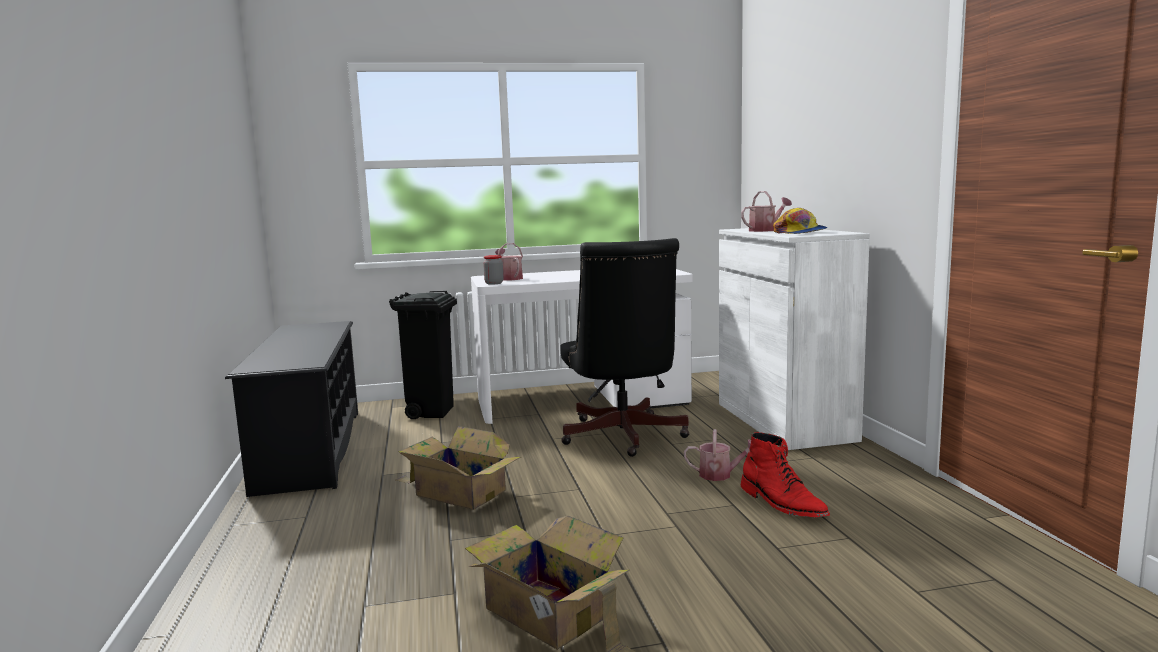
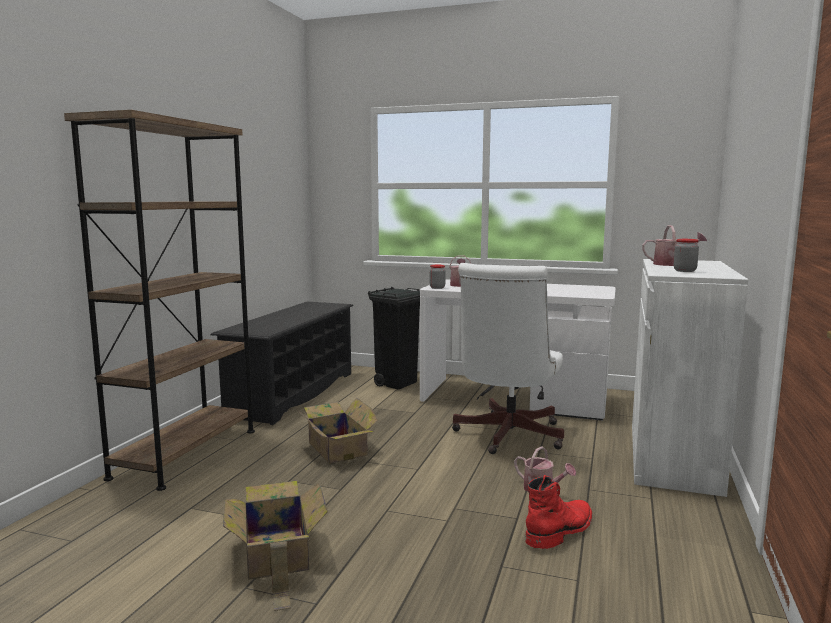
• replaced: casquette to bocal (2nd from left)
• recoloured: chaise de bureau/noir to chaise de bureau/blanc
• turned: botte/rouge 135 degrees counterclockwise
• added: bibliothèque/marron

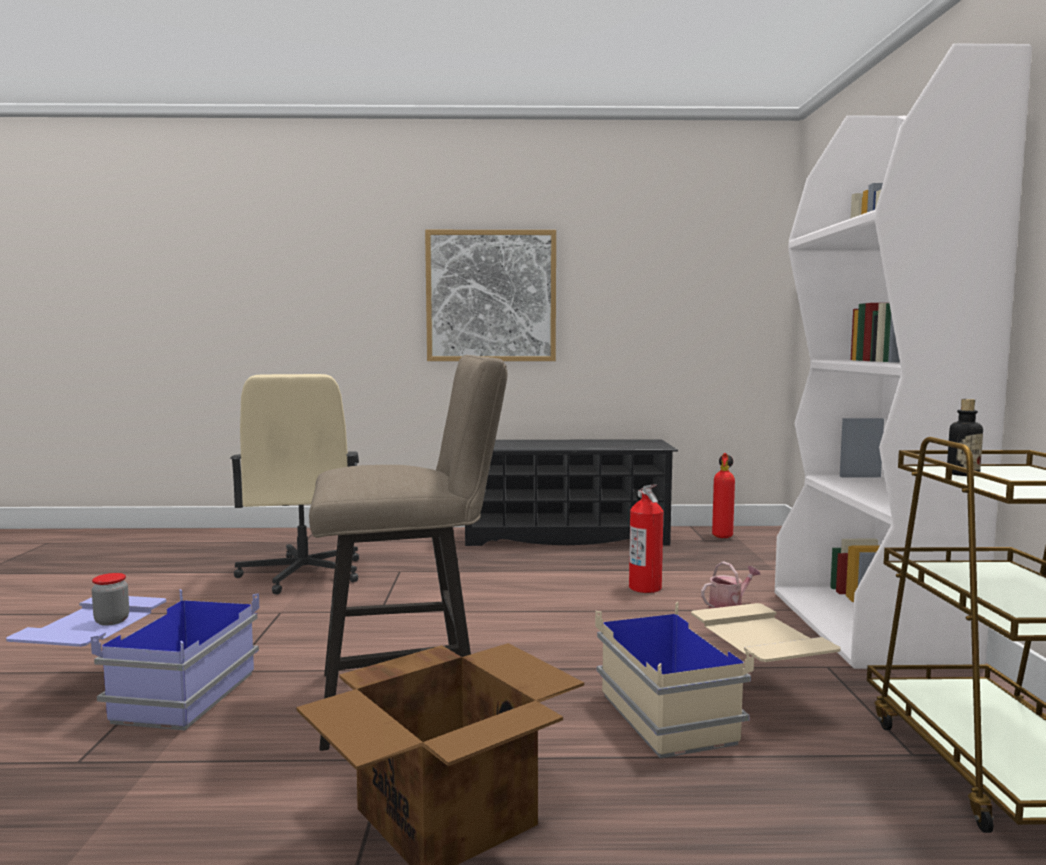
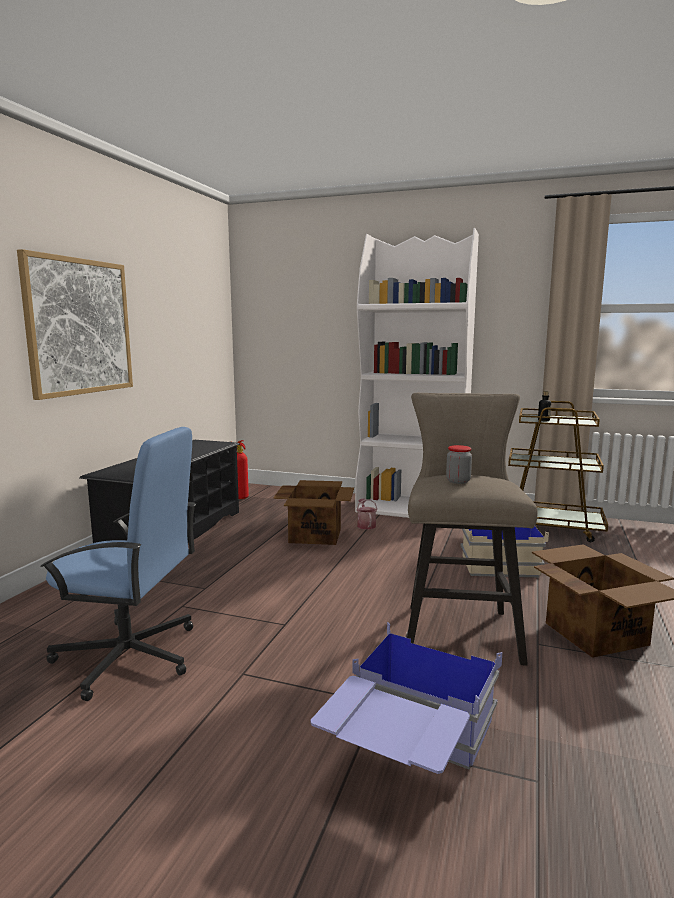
• recoloured: chaise de bureau/beige to chaise de bureau/bleu
• replaced: extincteur (1st from left) to carton (1st from left)
• moved: bocal

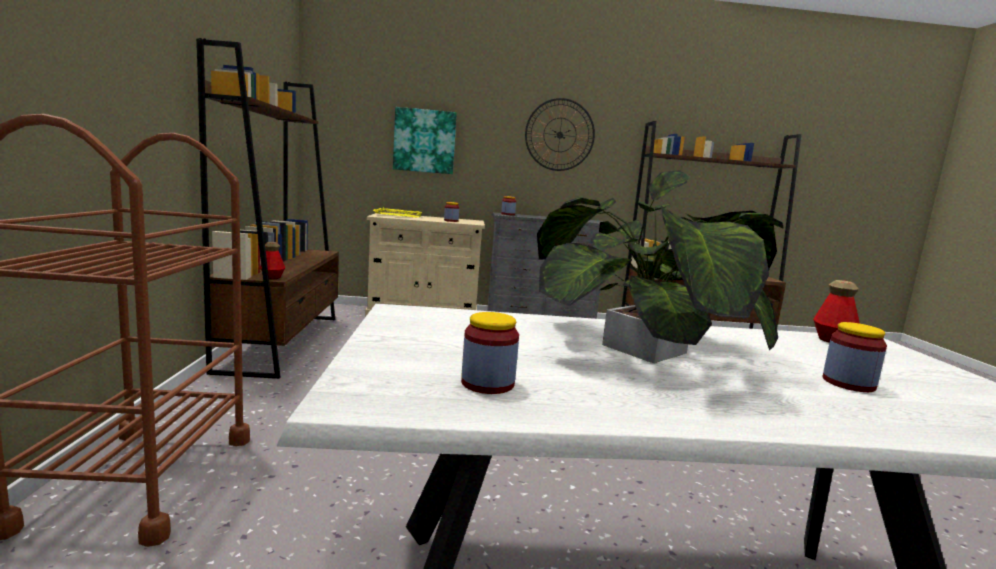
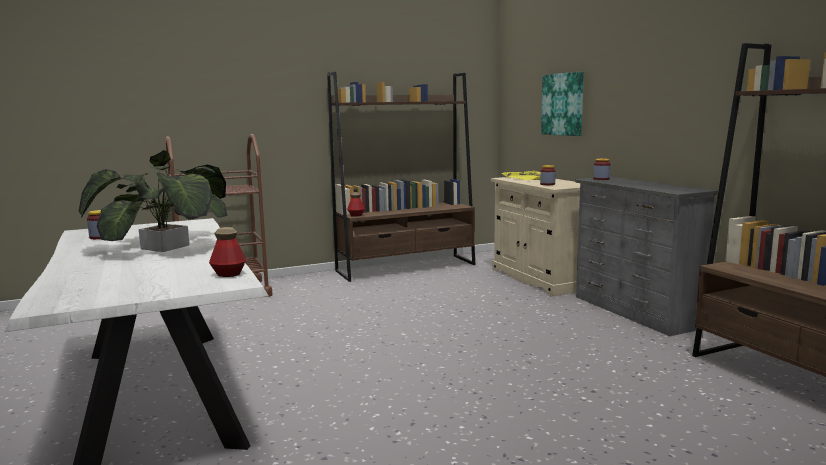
• removed: horloge murale
• removed: bocal (4th from left)

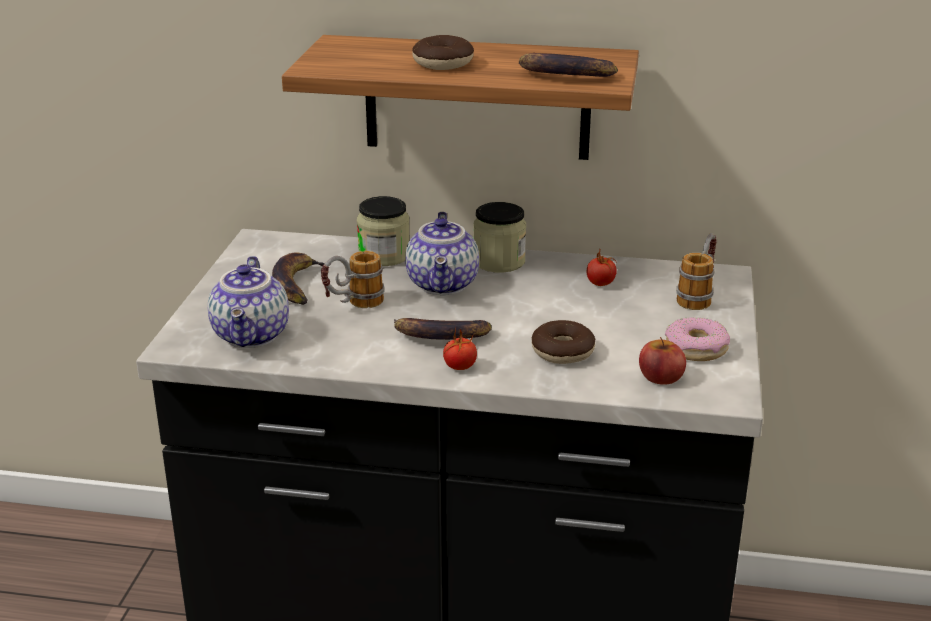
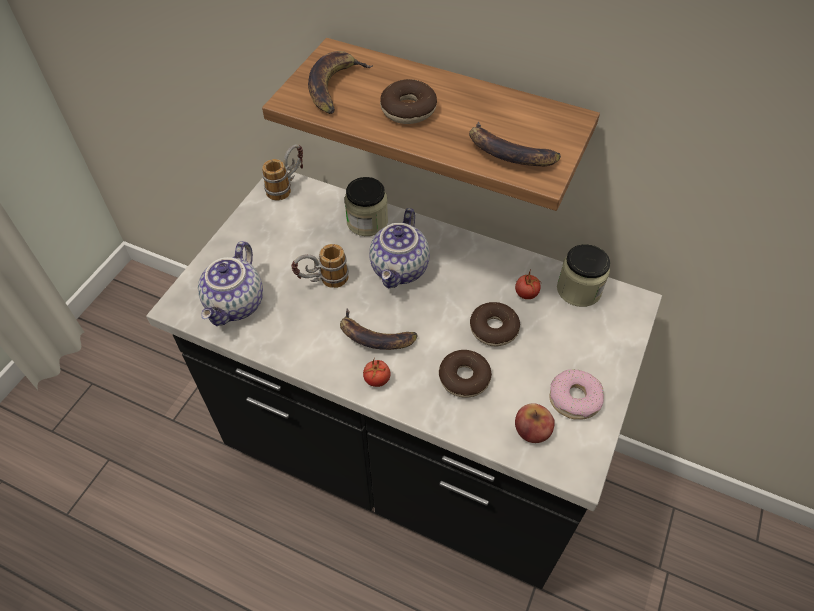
• moved: bocal (2nd from left)
• moved: mug (2nd from left in the first image) to mug (1st from left)
• moved: banane (1st from left)
• added: beignet (3rd from left)

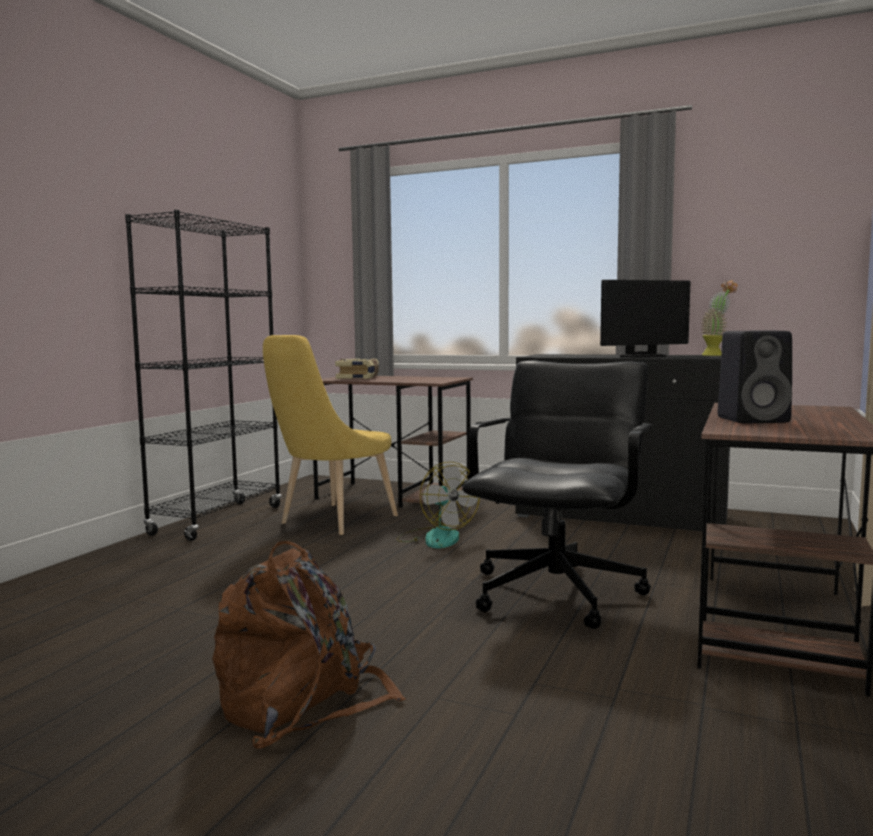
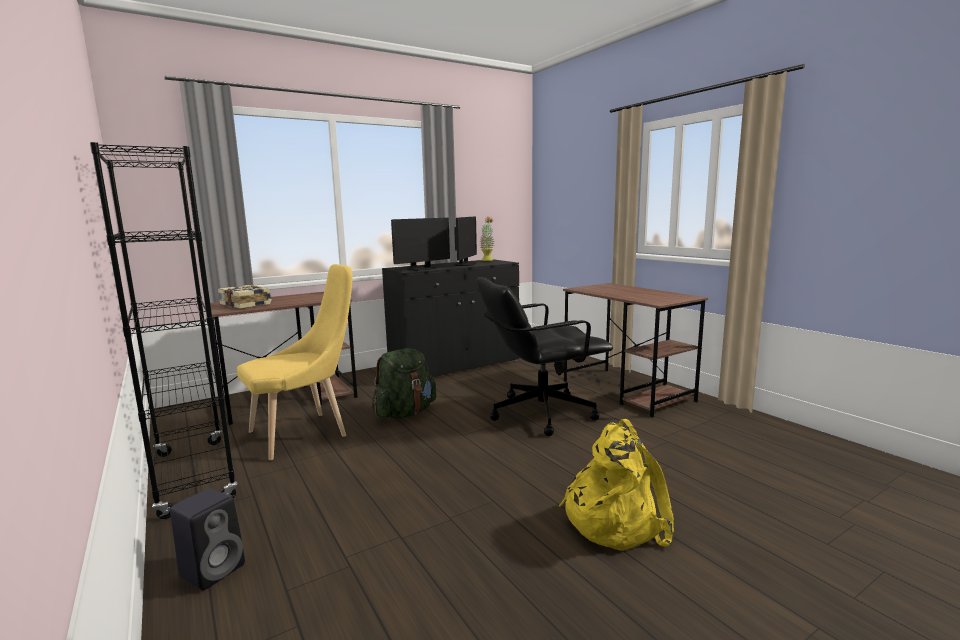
• moved: enceinte/noir
• turned: chaise/jaune 105 degrees counterclockwise
• turned: chaise de bureau/noir 75 degrees counterclockwise
• replaced: ventilateur to sac à dos/vert
• recoloured: sac à dos/marron to sac à dos/jaune
• added: écran d'ordinateur (1st from left)

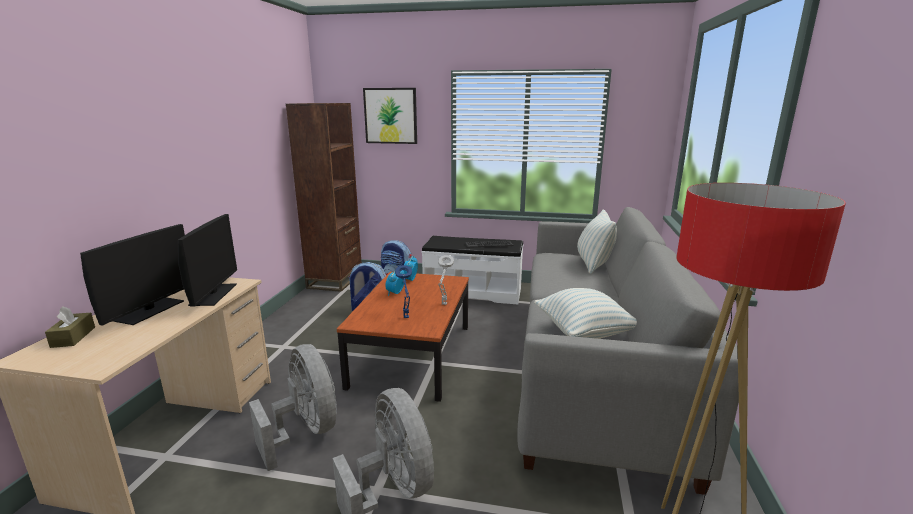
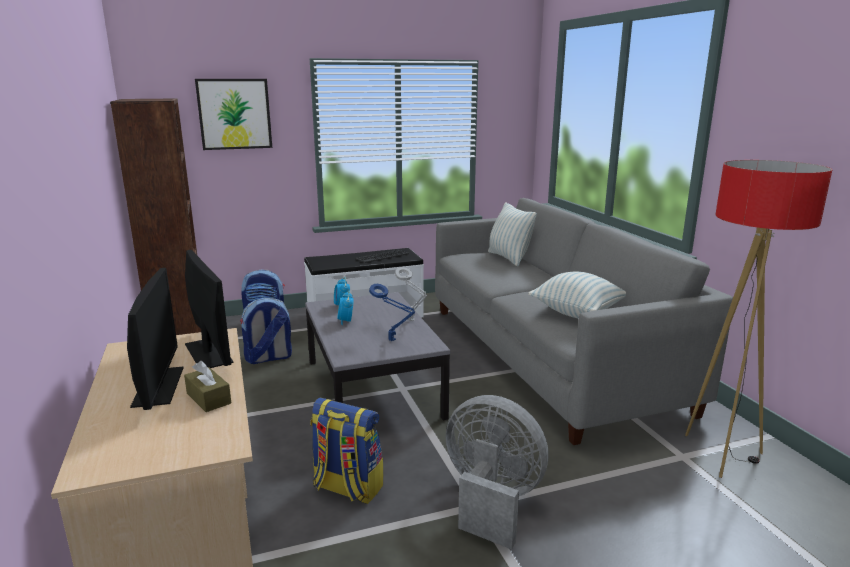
• recoloured: table basse/marron to table basse/gris
• moved: boîte à mouchoirs/marron
• replaced: ventilateur/gris (1st from left) to sac à dos (3rd from left)

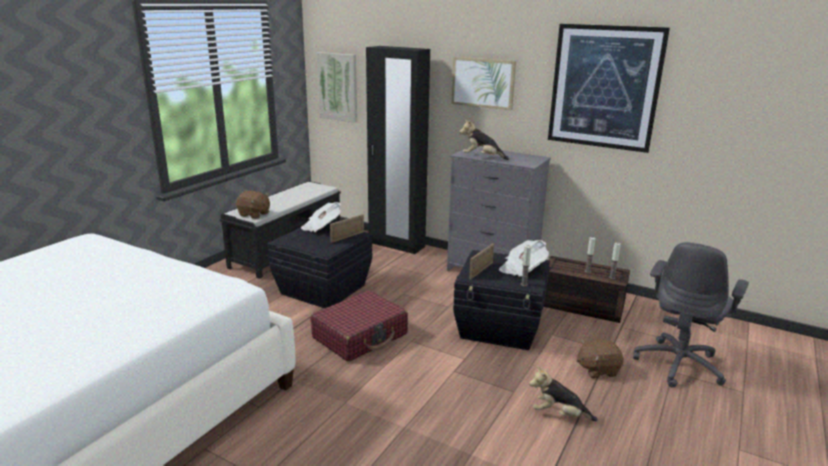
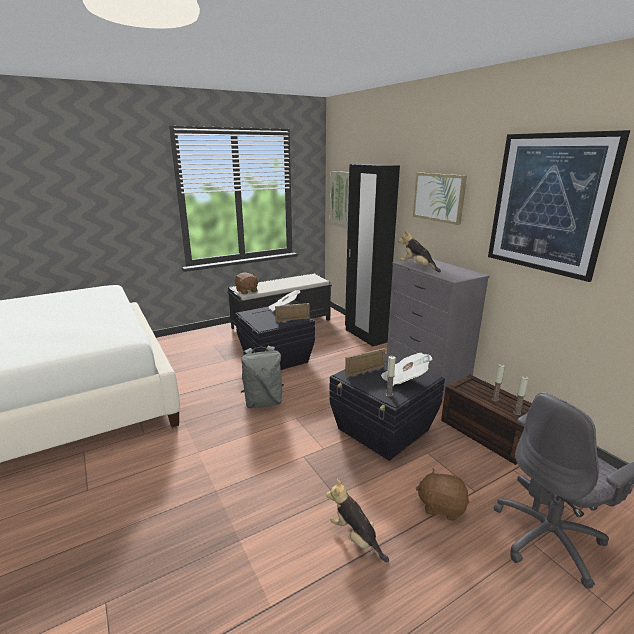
• replaced: valise/rouge to sac à dos/gris

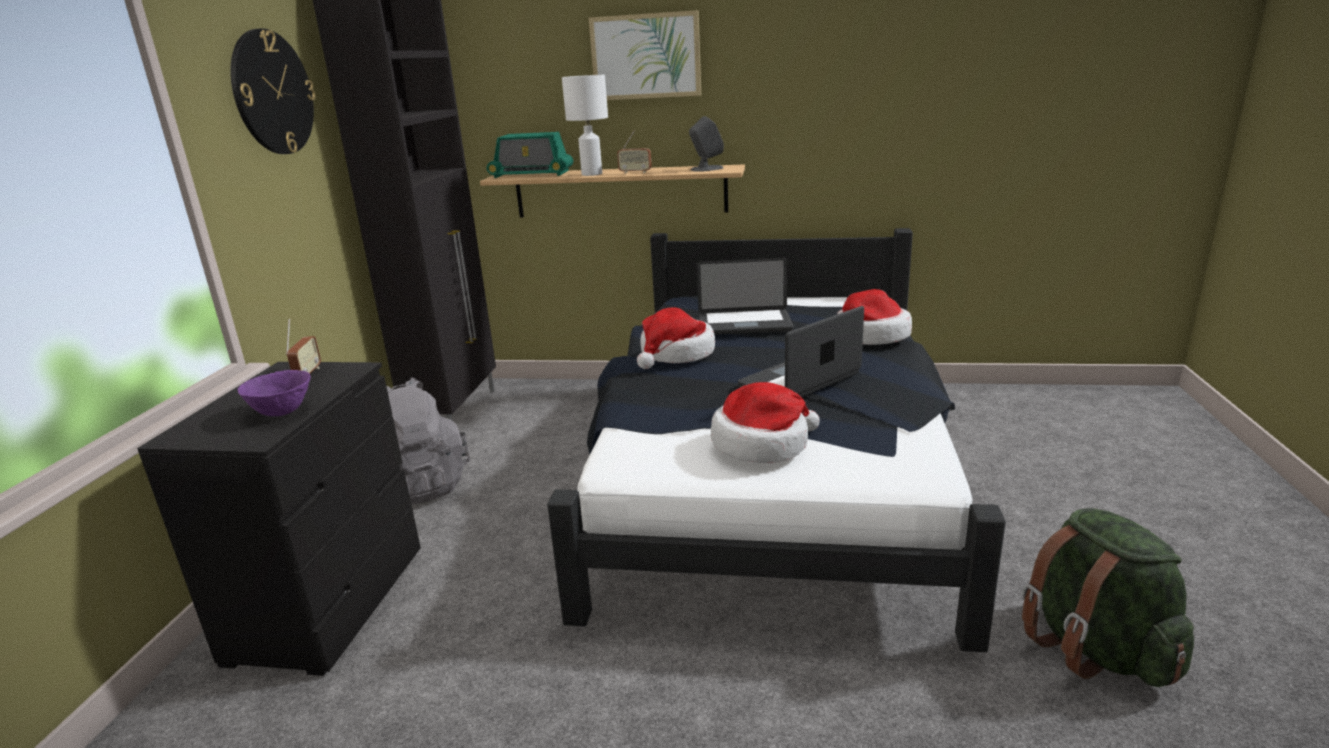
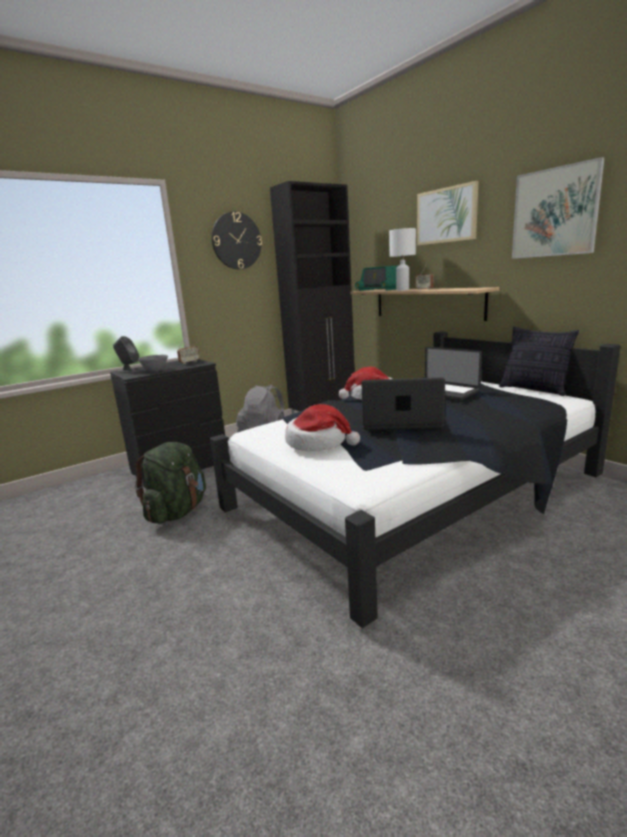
• moved: enceinte/gris
• removed: chapeau (3rd from left)
• recoloured: bol/violet to bol/gris
• moved: sac à dos/vert
• added: tableau (2nd from left)
• added: coussin

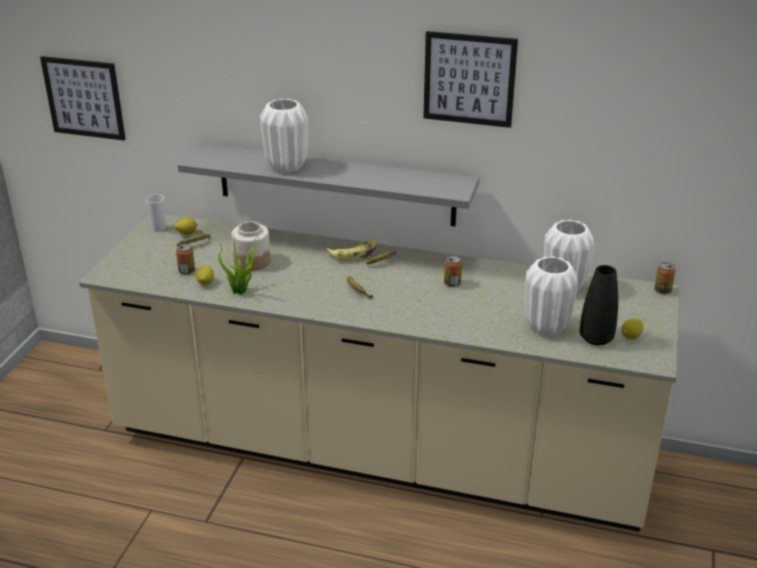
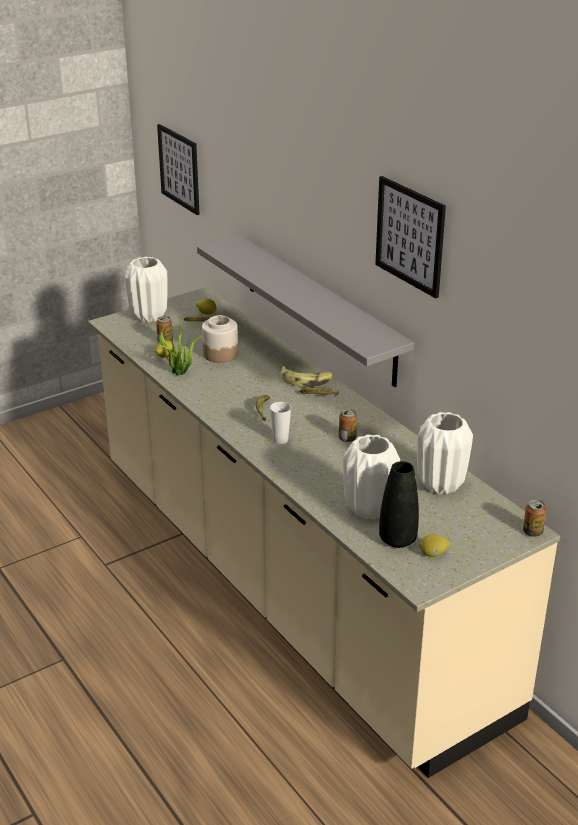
• moved: vase/blanc (1st from left)
• moved: tasse

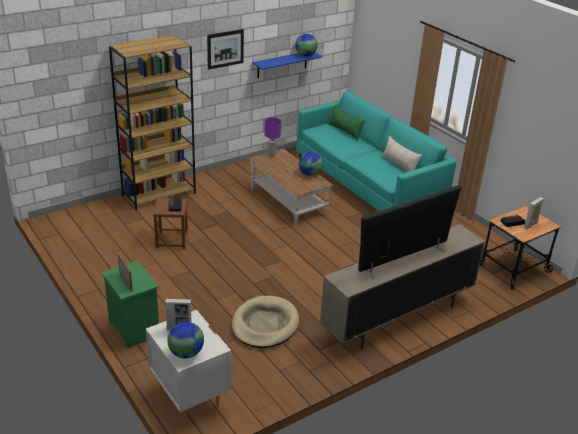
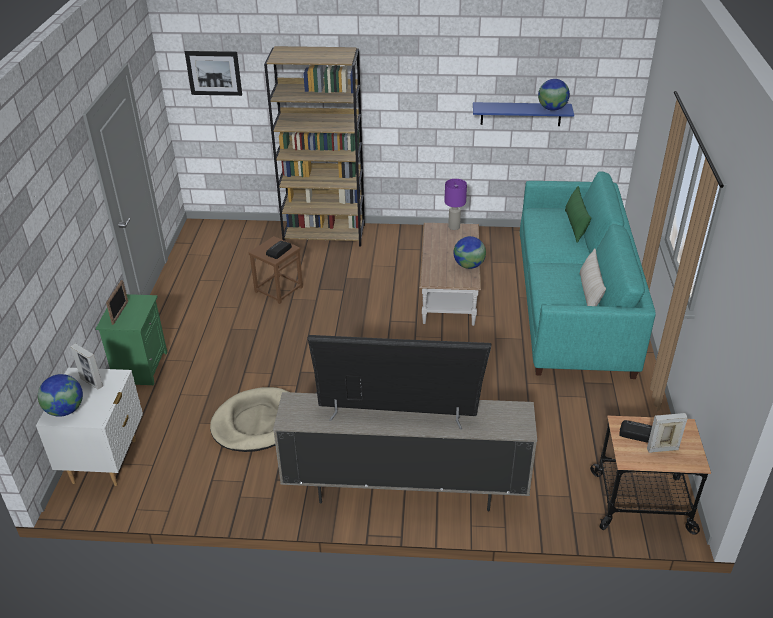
• moved: tableau

